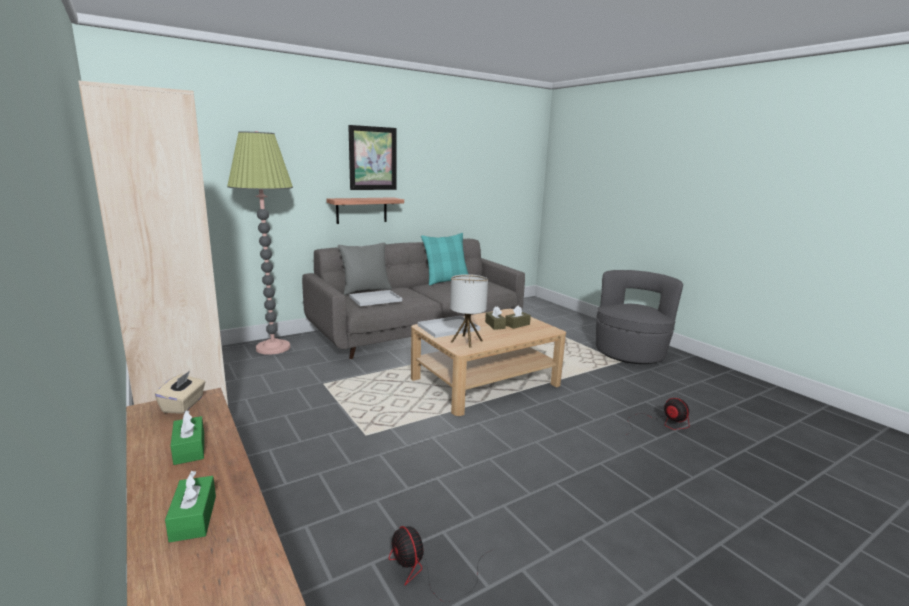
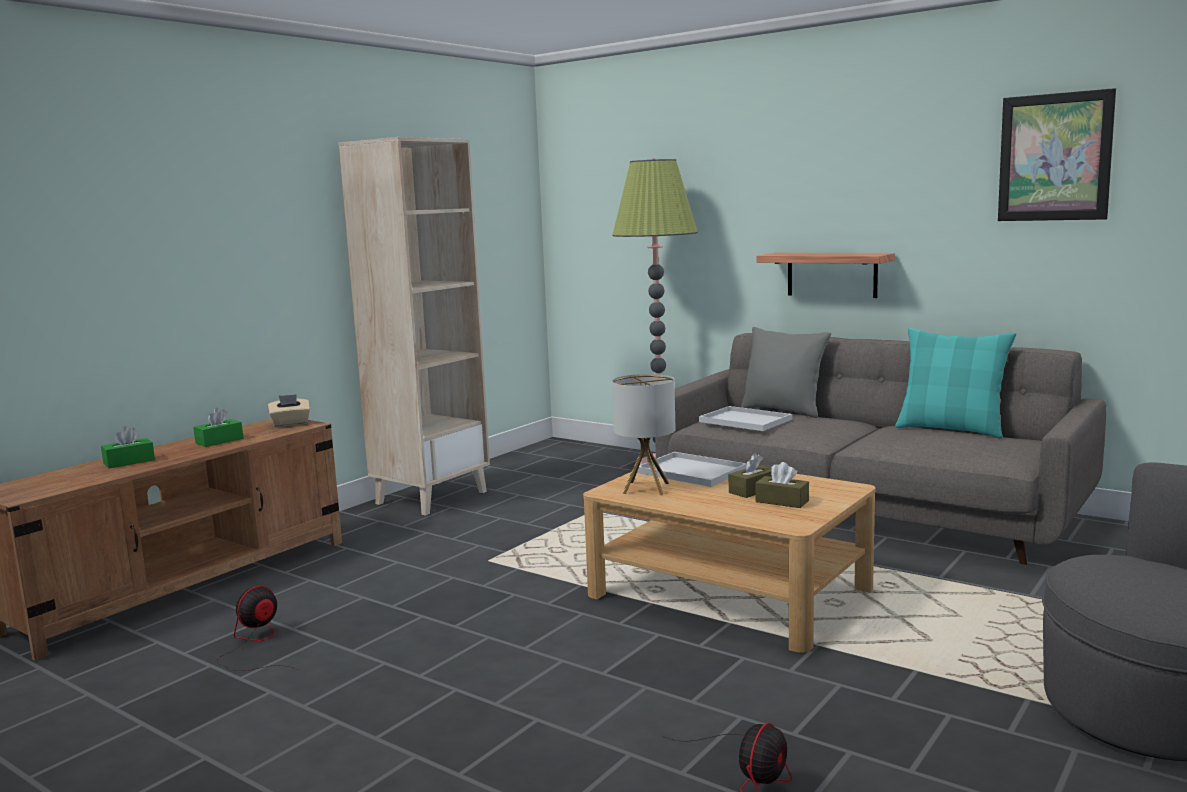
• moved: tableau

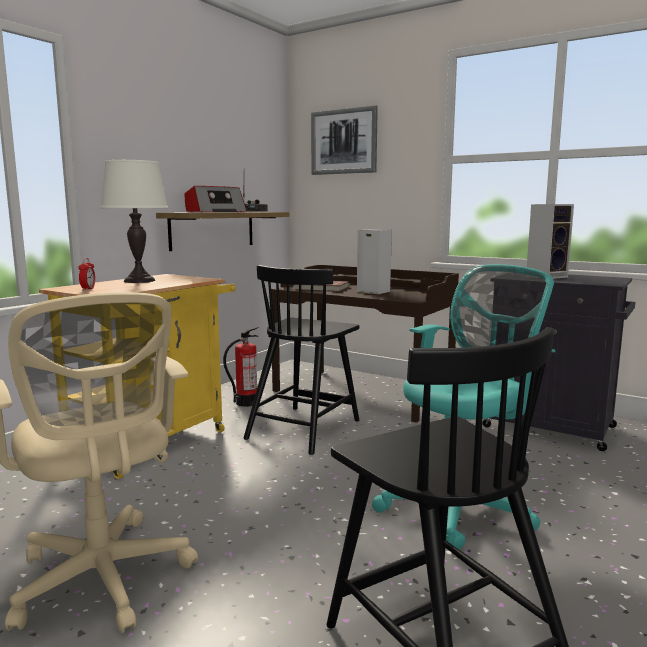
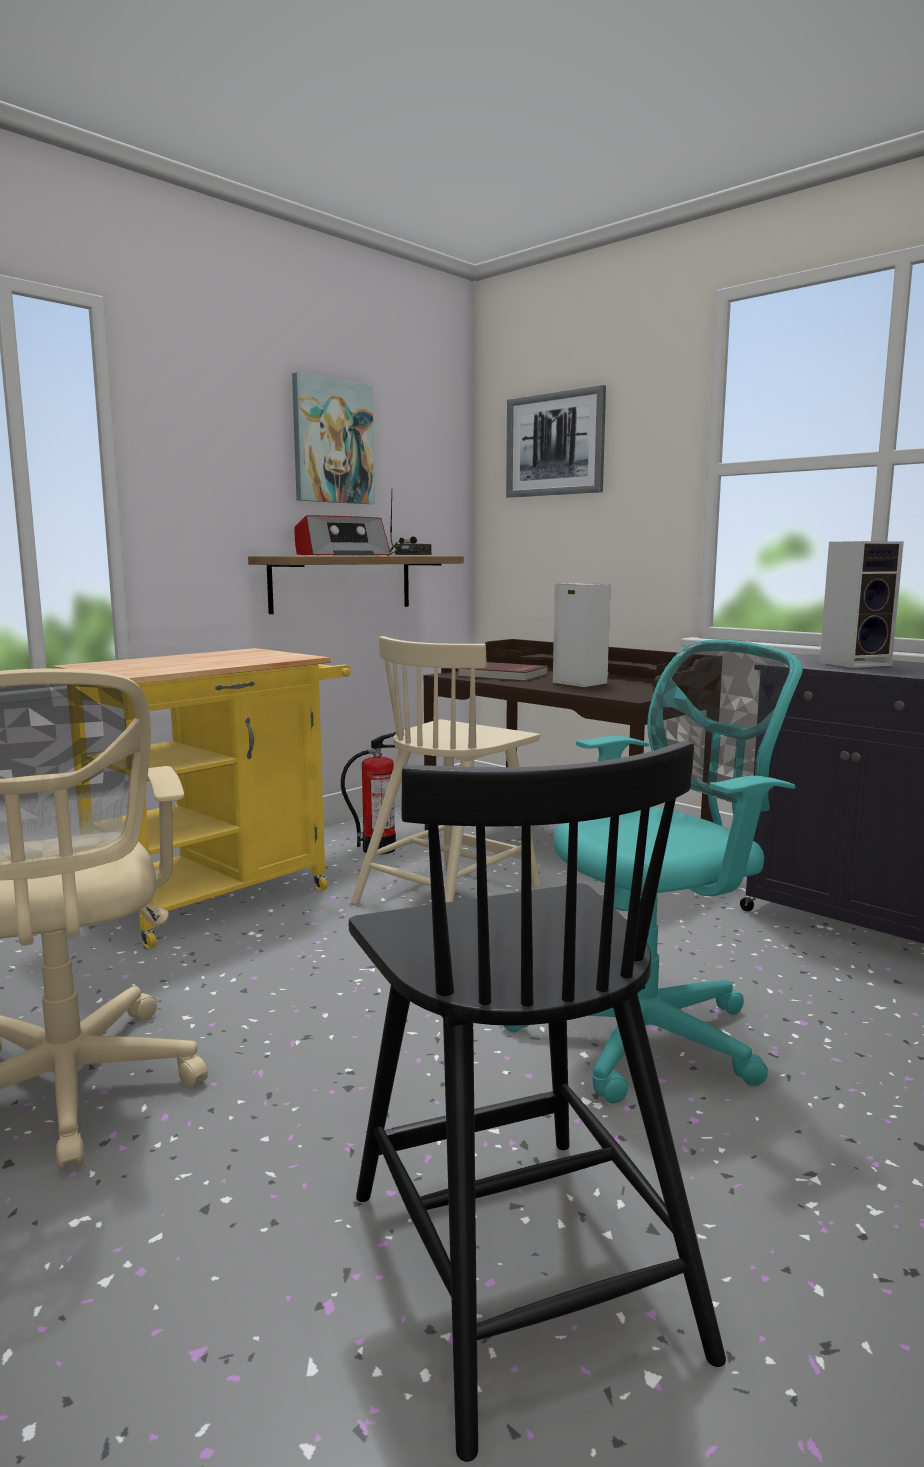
• removed: lampe de table/blanc
• removed: réveil
• recoloured: chaise/noir (1st from left) to chaise/beige
• added: tableau (1st from left)

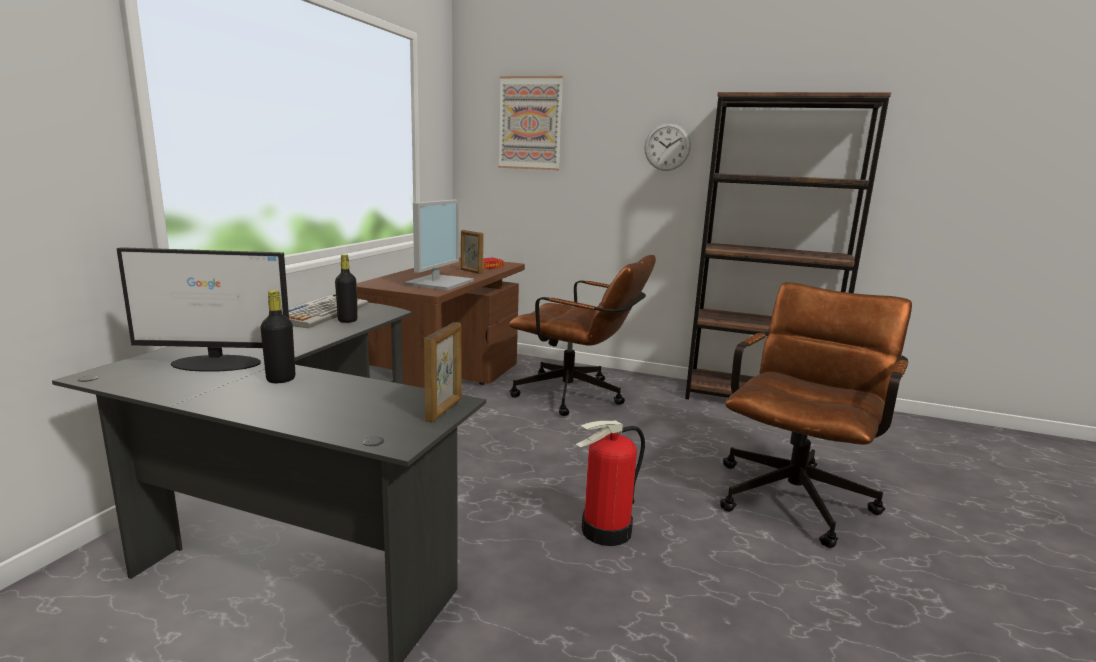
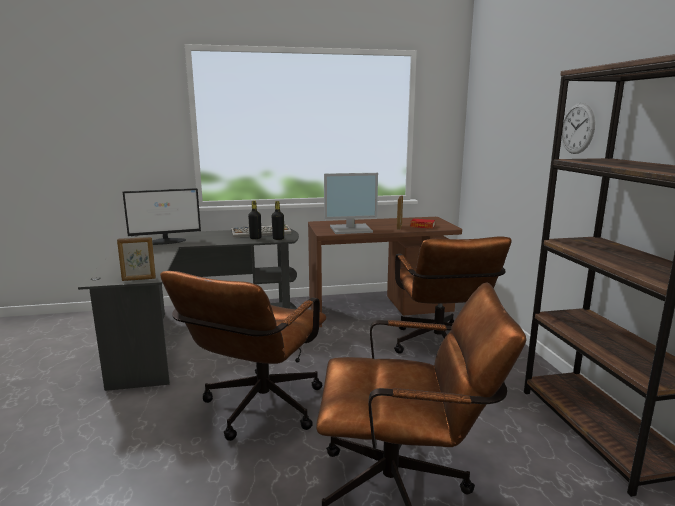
• removed: tableau
• turned: écran d'ordinateur (1st from left) 75 degrees counterclockwise
• moved: bouteille/noir (1st from left in the first image) to bouteille/noir (2nd from left)
• replaced: extincteur to chaise de bureau/marron (1st from left)

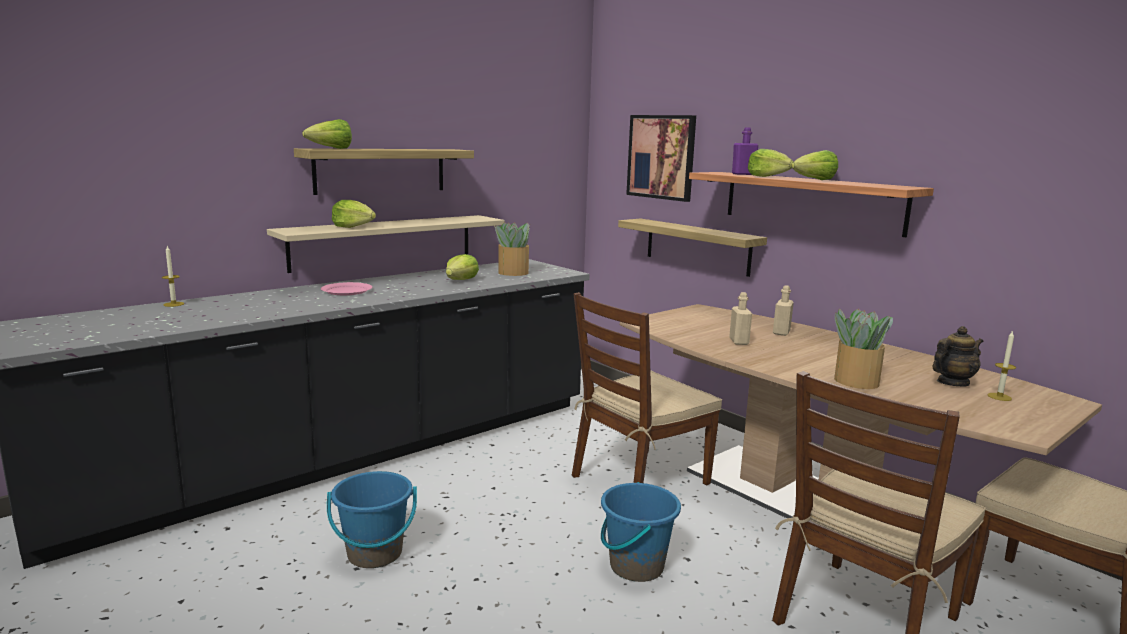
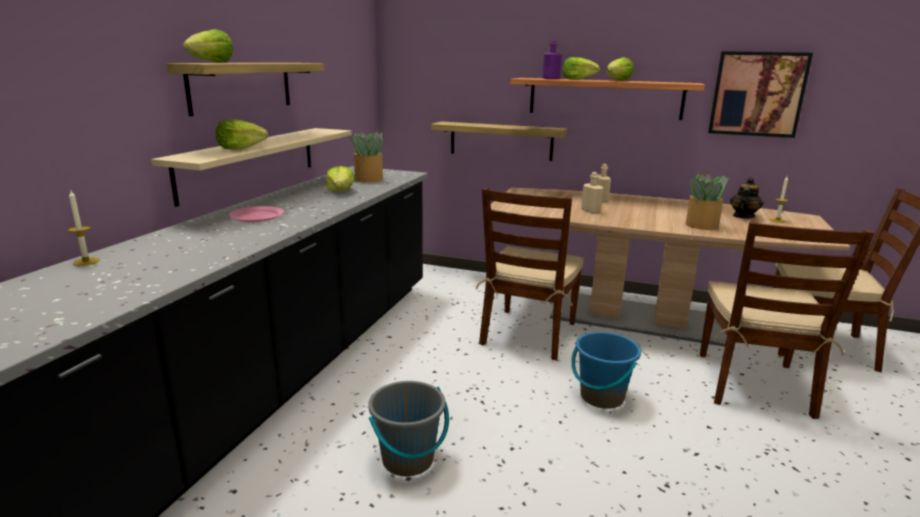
• moved: tableau
• recoloured: seau/bleu (1st from left) to seau/gris

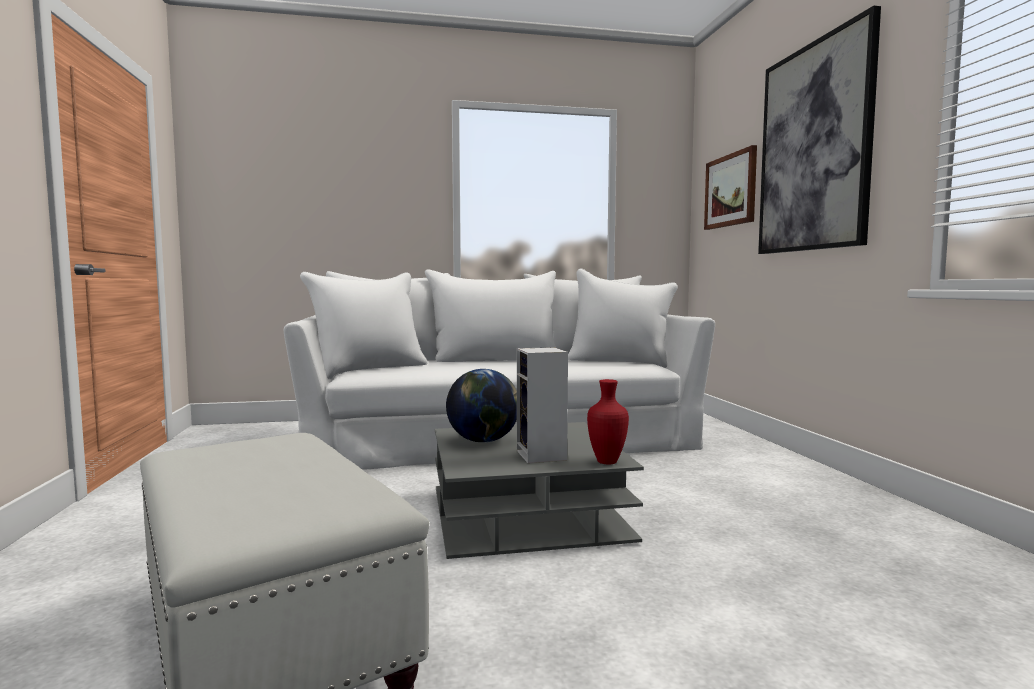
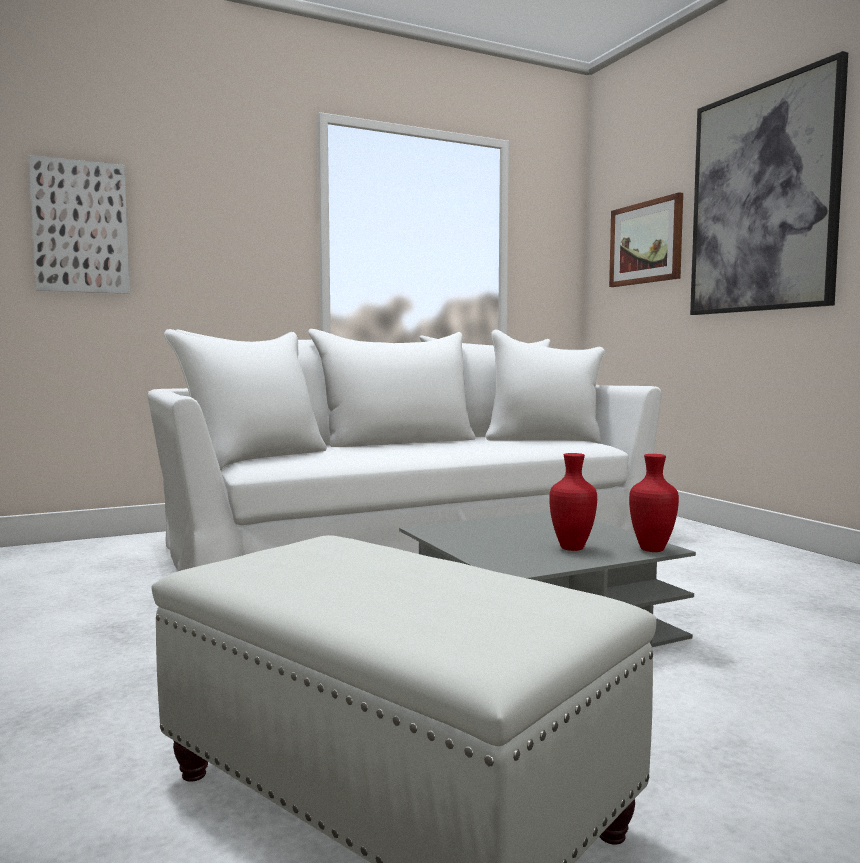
• replaced: enceinte to vase/rouge (1st from left)
• removed: globe
• added: tableau (1st from left)

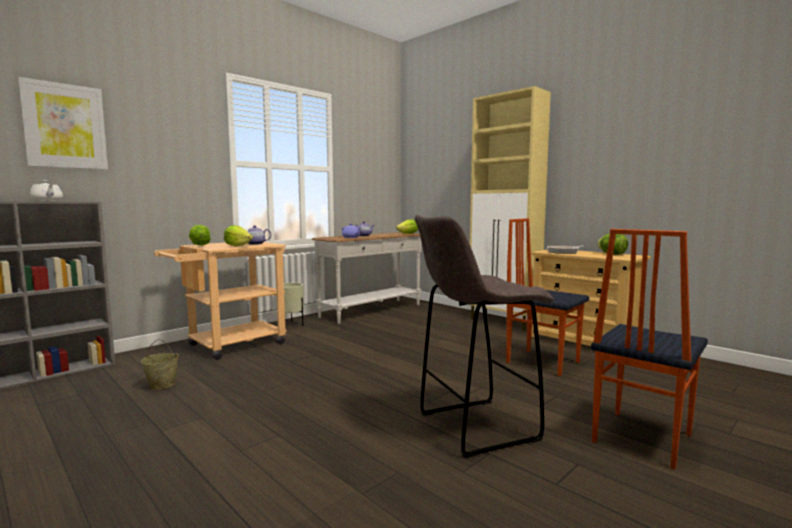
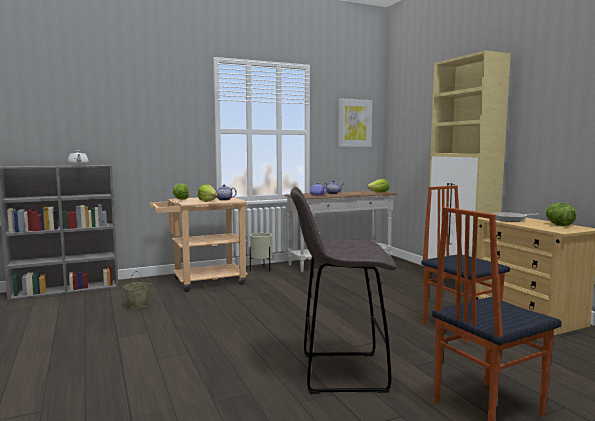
• moved: tableau

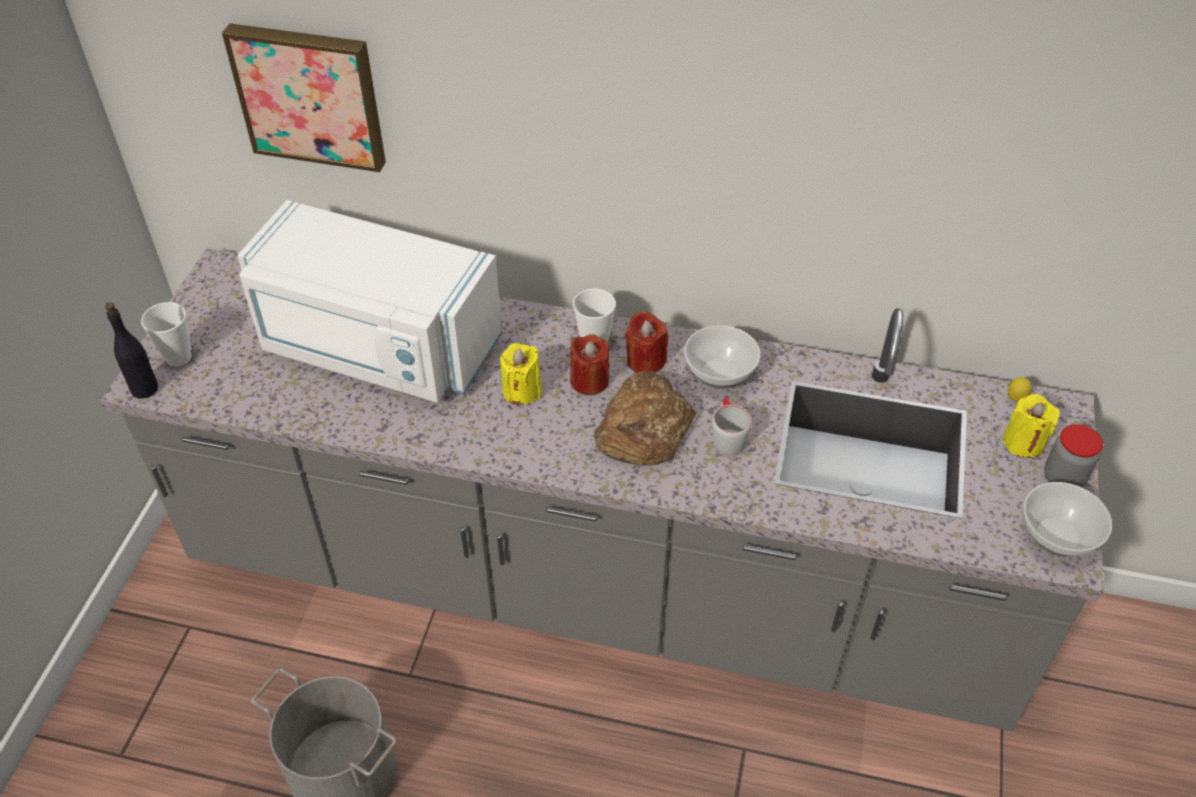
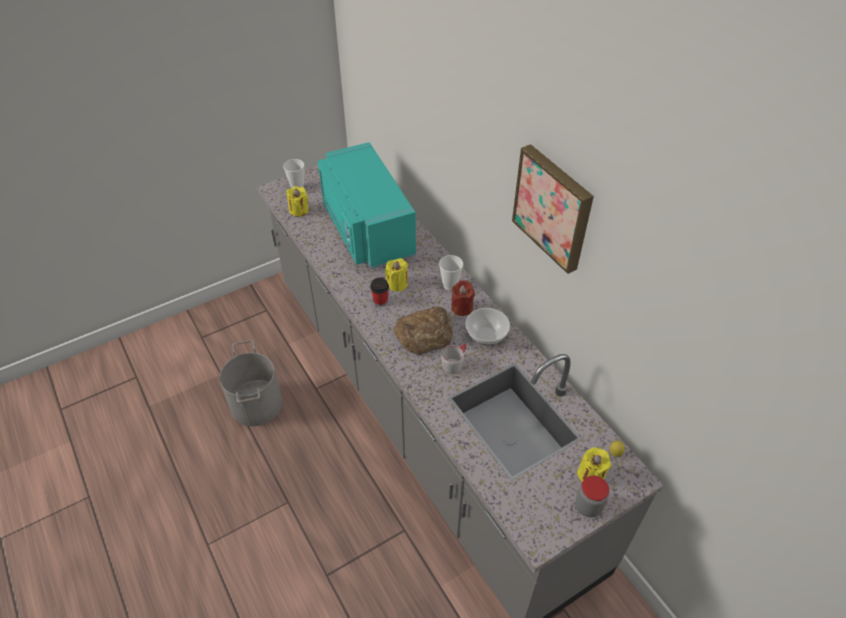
• moved: tableau
• recoloured: micro-ondes/blanc to micro-ondes/turquoise
• removed: bouteille/noir
• removed: bougie/rouge (1st from left)
• removed: bol (2nd from left)
• added: bougie/jaune (1st from left)
• added: tasse (2nd from left)

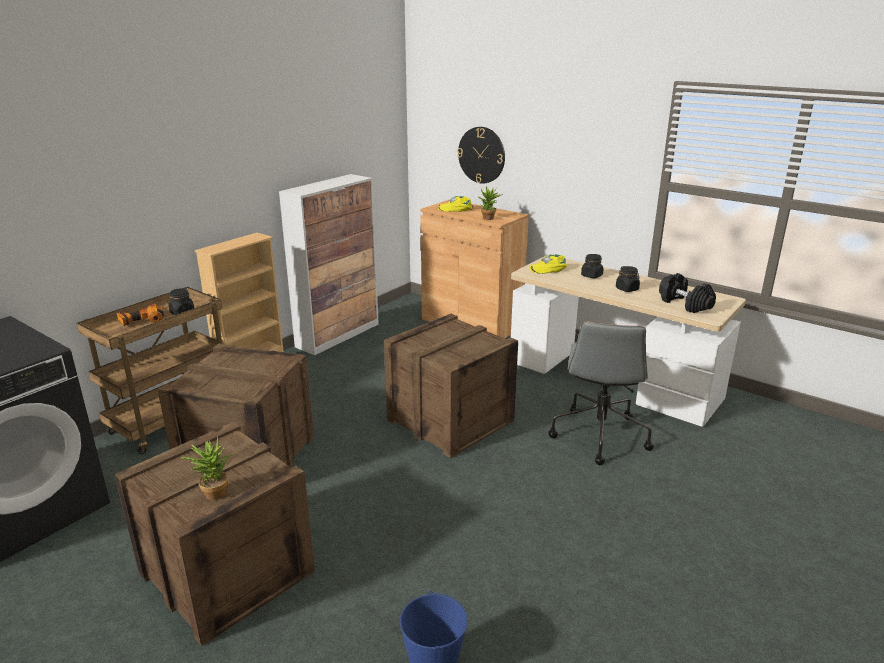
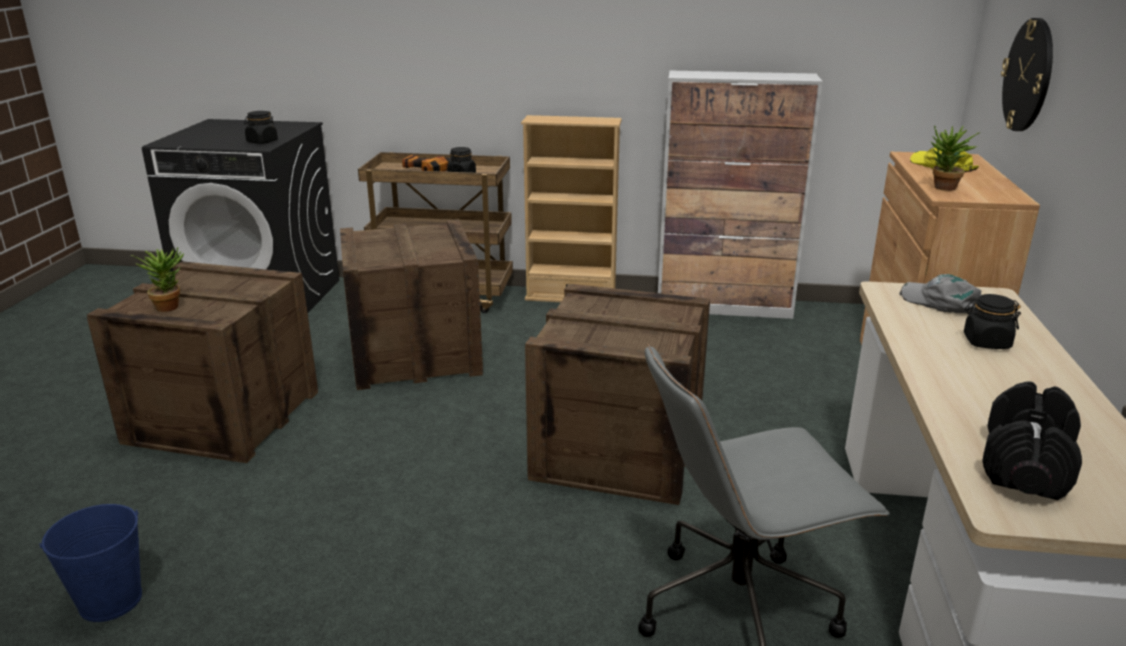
• recoloured: casquette/jaune (2nd from left) to casquette/gris
• moved: bocal/noir (3rd from left in the first image) to bocal/noir (1st from left)

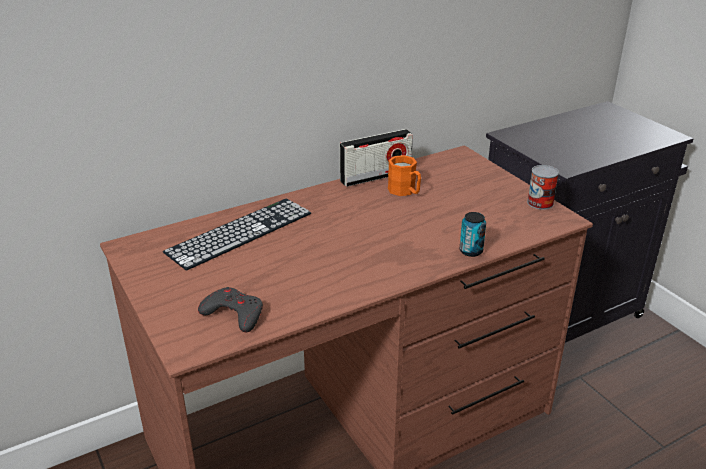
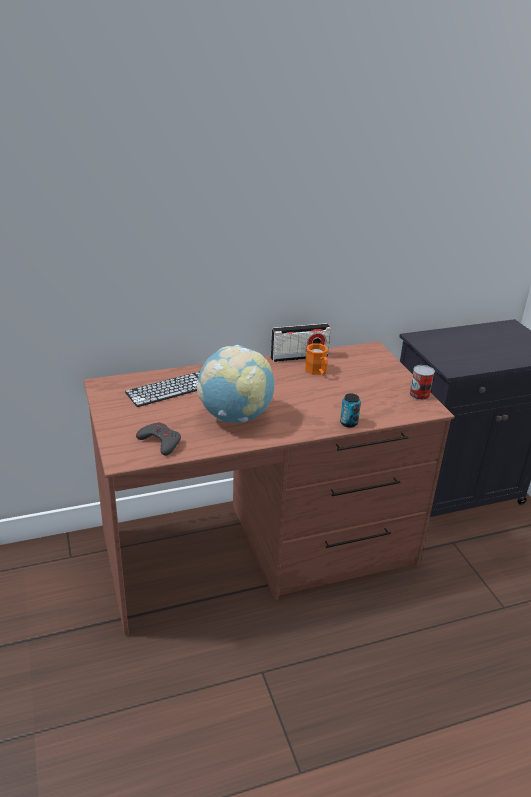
• added: globe

